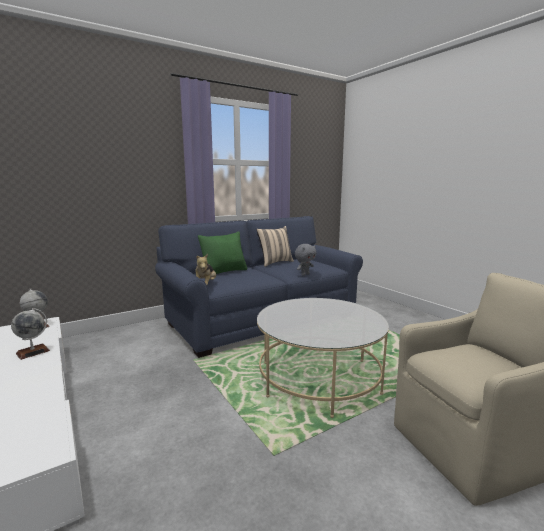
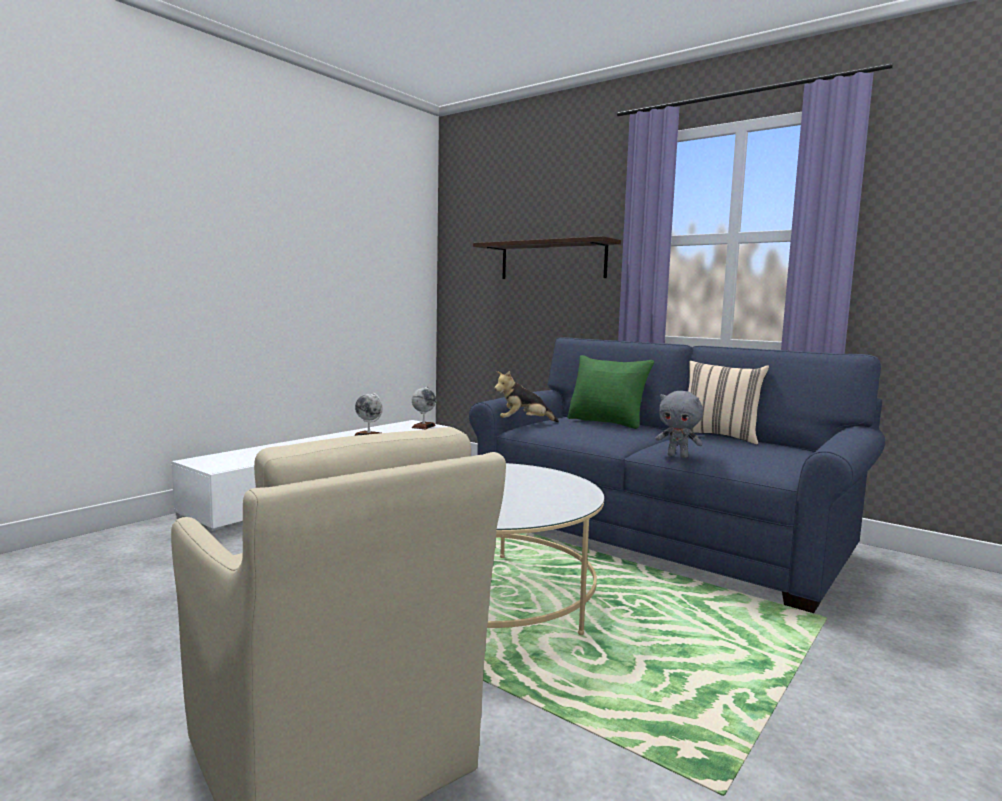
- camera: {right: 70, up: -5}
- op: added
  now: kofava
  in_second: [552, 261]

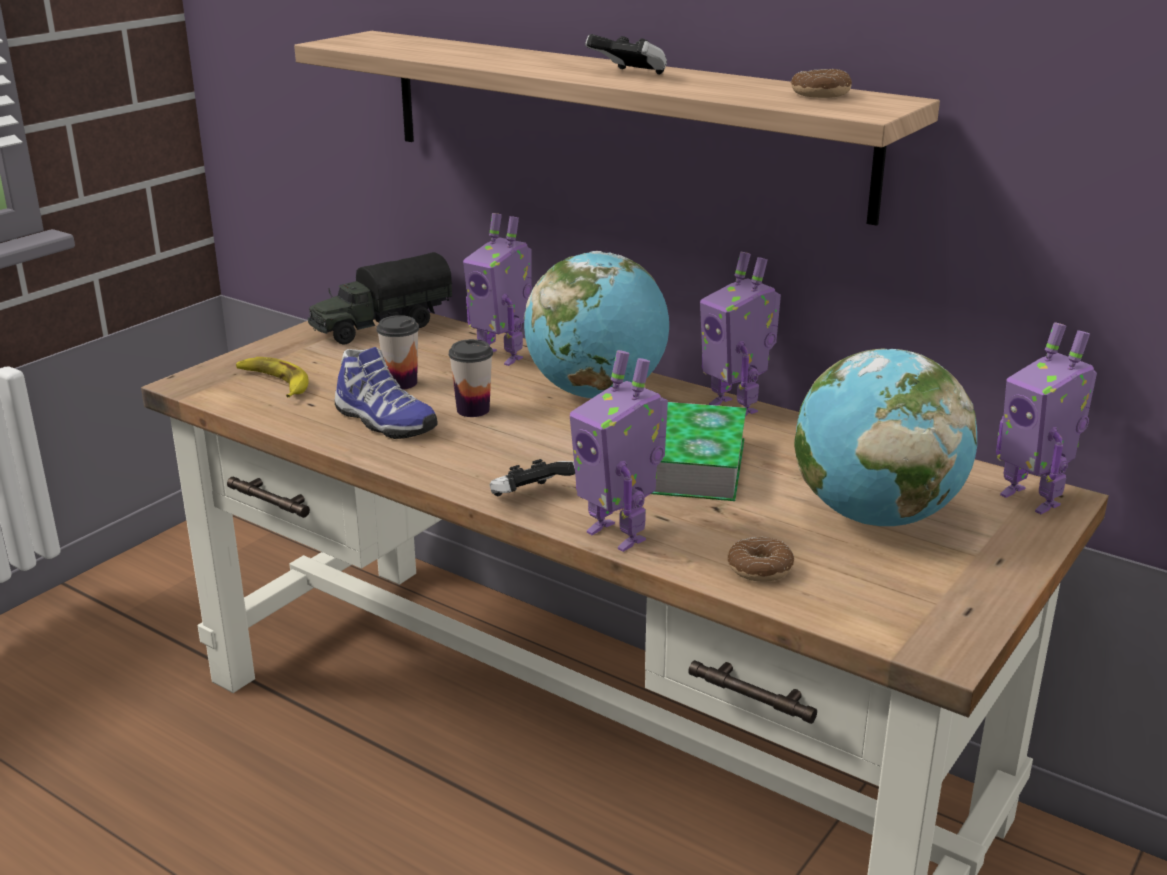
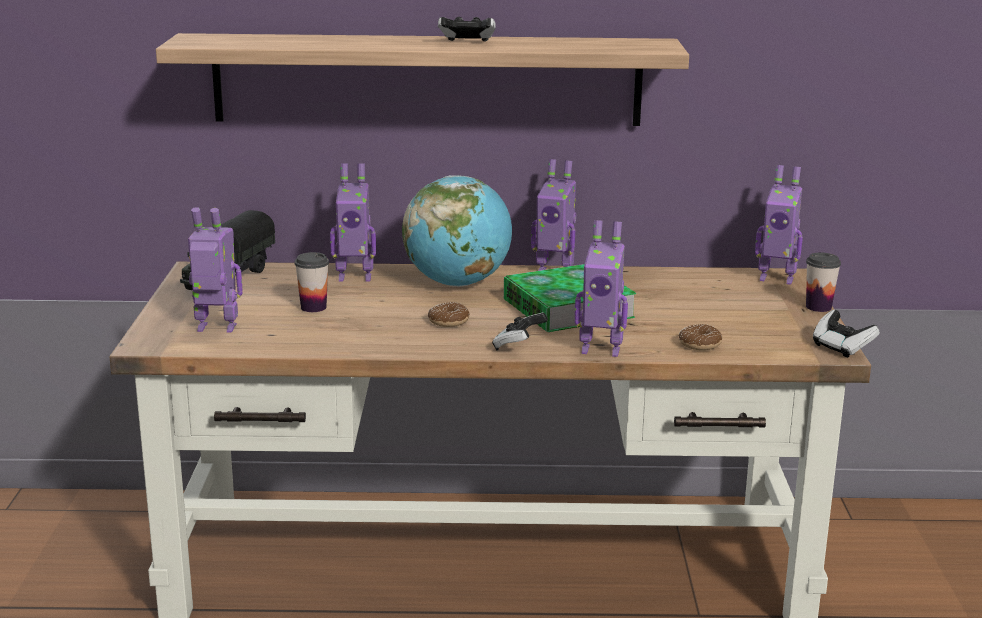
- camera: {right: -35, up: -5}
- op: replaced
  was: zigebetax
  now: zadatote
  in_first: [274, 383]
  in_second: [216, 328]
- op: removed
  was: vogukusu
  in_first: [383, 422]
- op: moved
  was: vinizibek
  in_first: [473, 410]
  in_second: [818, 307]
- op: moved
  was: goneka
  in_first: [820, 94]
  in_second: [448, 321]
- op: removed
  was: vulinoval
  in_first: [875, 516]
- op: added
  now: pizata
  in_second: [841, 348]

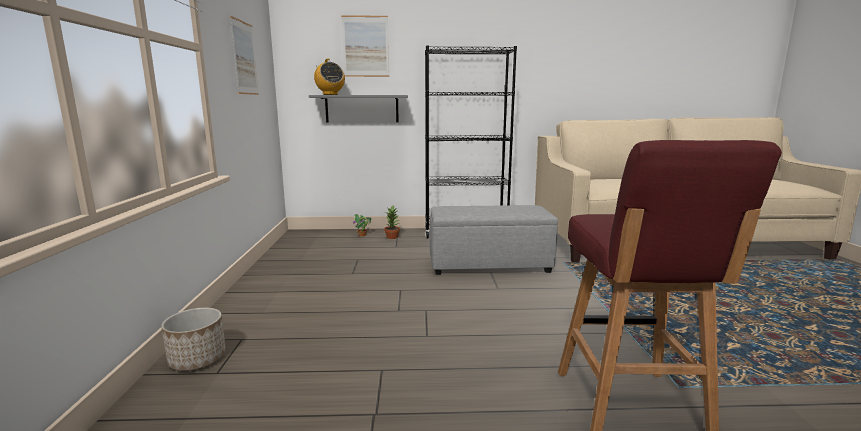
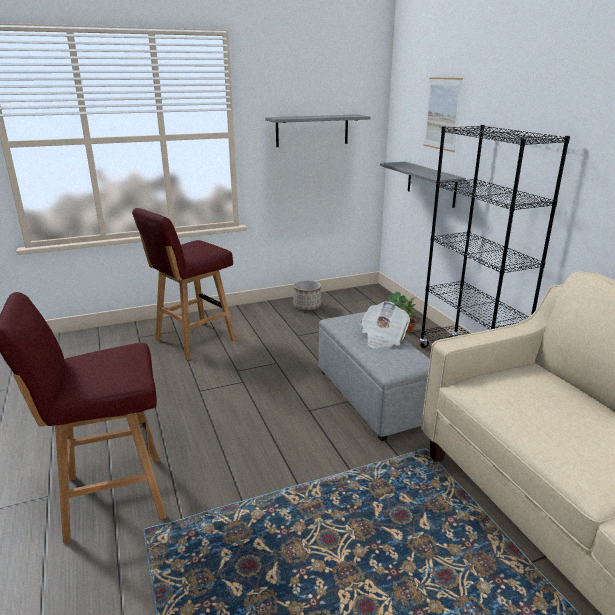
- camera: {right: 70, up: 10}
- op: moved
  was: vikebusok
  in_first: [197, 359]
  in_second: [307, 306]
- op: replaced
  was: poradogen
  now: grey kofava
  in_first: [244, 58]
  in_second: [312, 130]
- op: removed
  was: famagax
  in_first: [330, 94]
- op: added
  now: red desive
  in_second: [193, 340]
- op: added
  now: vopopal
  in_second: [383, 337]

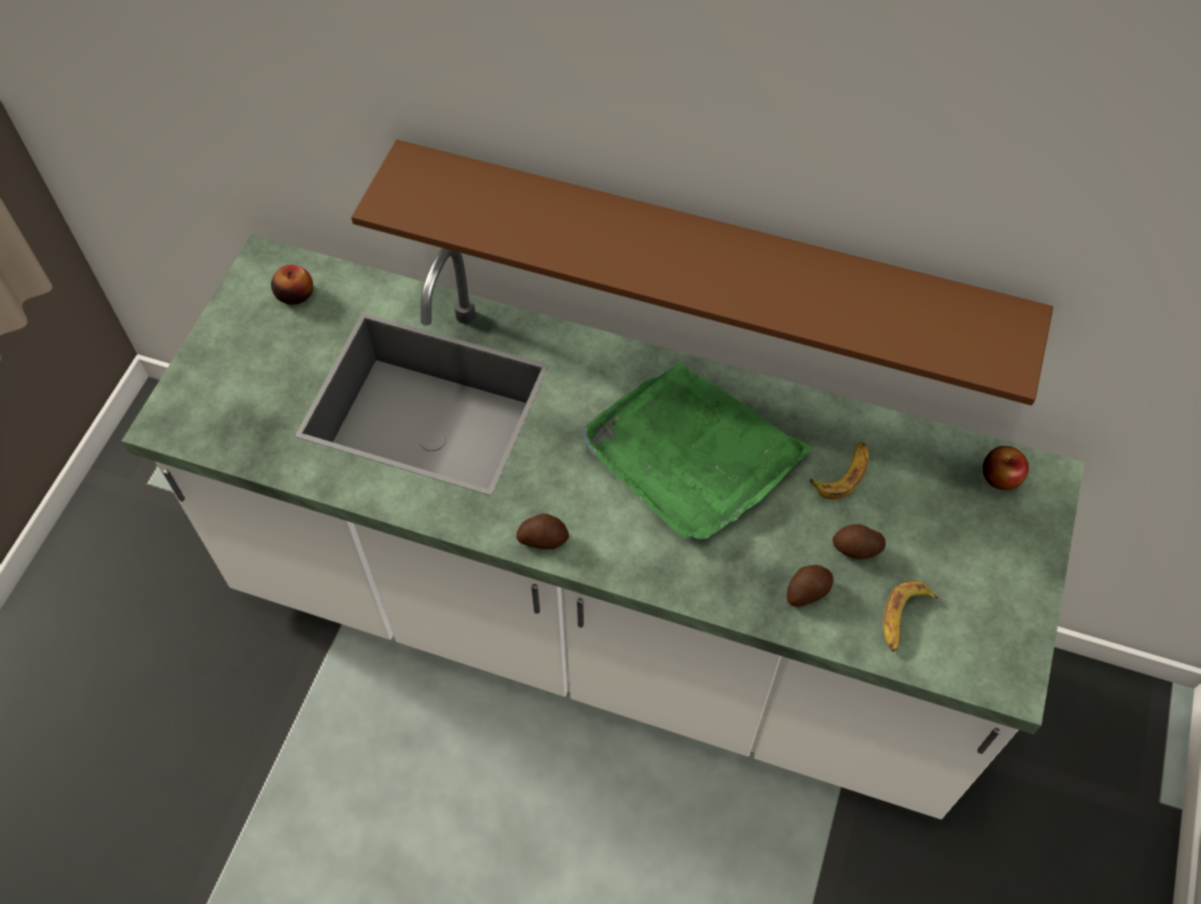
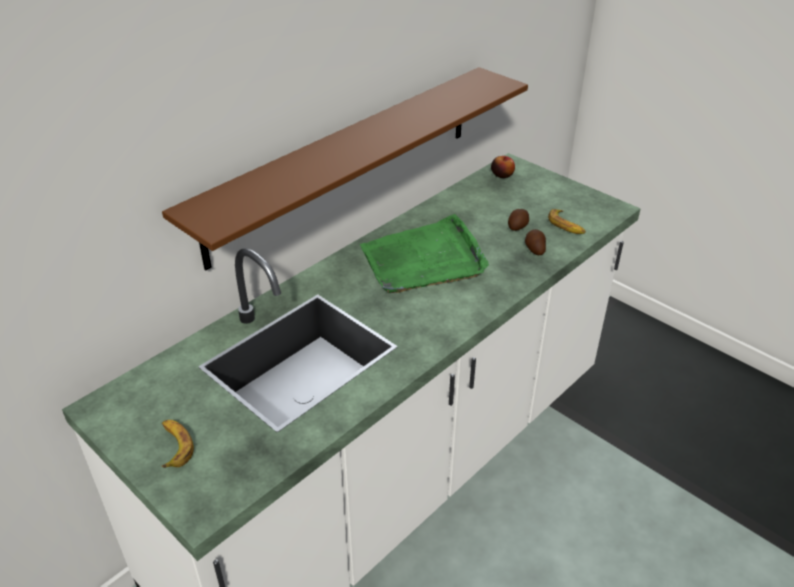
- camera: {right: -65, up: -20}
- op: removed
  was: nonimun
  in_first: [295, 294]
- op: removed
  was: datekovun
  in_first: [543, 538]
- op: moved
  was: zigebetax
  in_first: [843, 473]
  in_second: [174, 446]

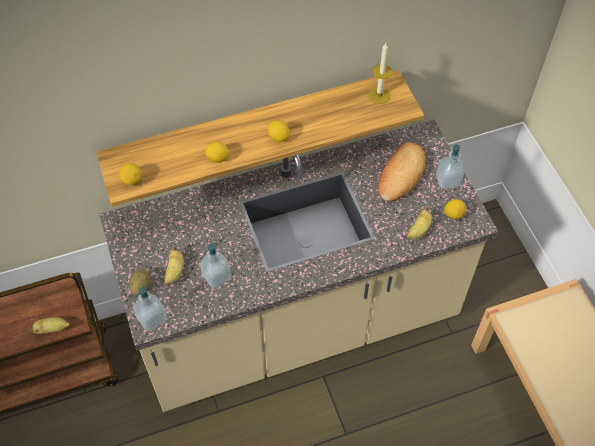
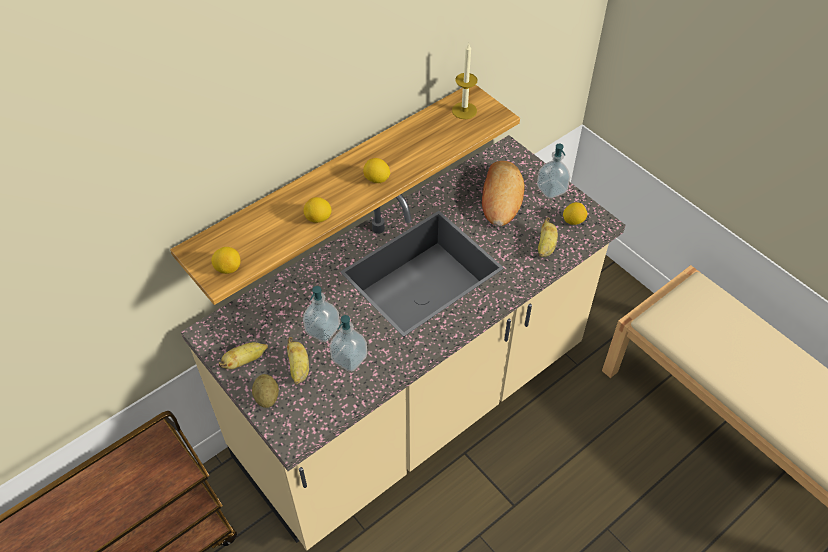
- camera: {right: -20, up: -5}
- op: moved
  was: zigebetax
  in_first: [52, 329]
  in_second: [245, 361]
- op: moved
  was: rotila
  in_first: [152, 318]
  in_second: [322, 330]

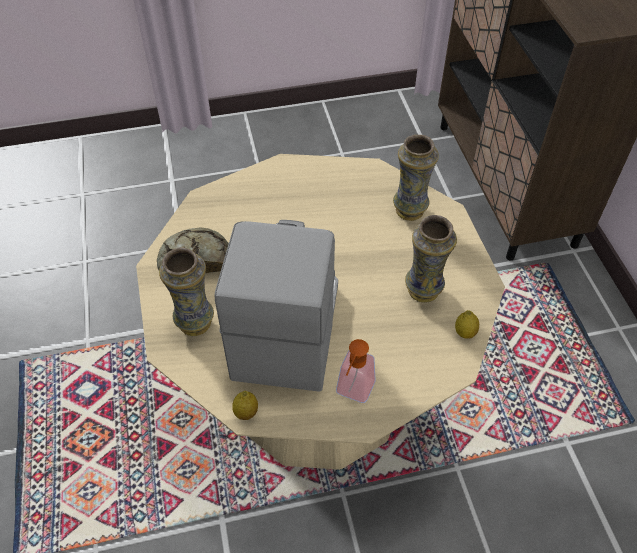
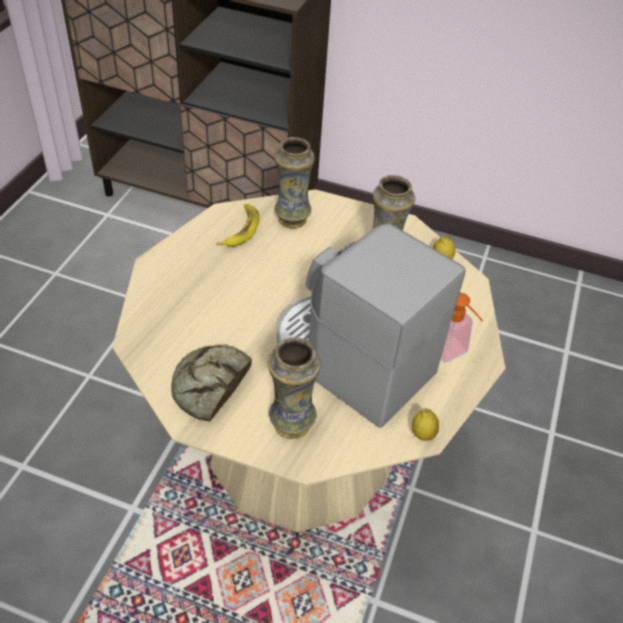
- camera: {right: -60, up: -5}
- op: added
  now: zigebetax
  in_second: [241, 229]

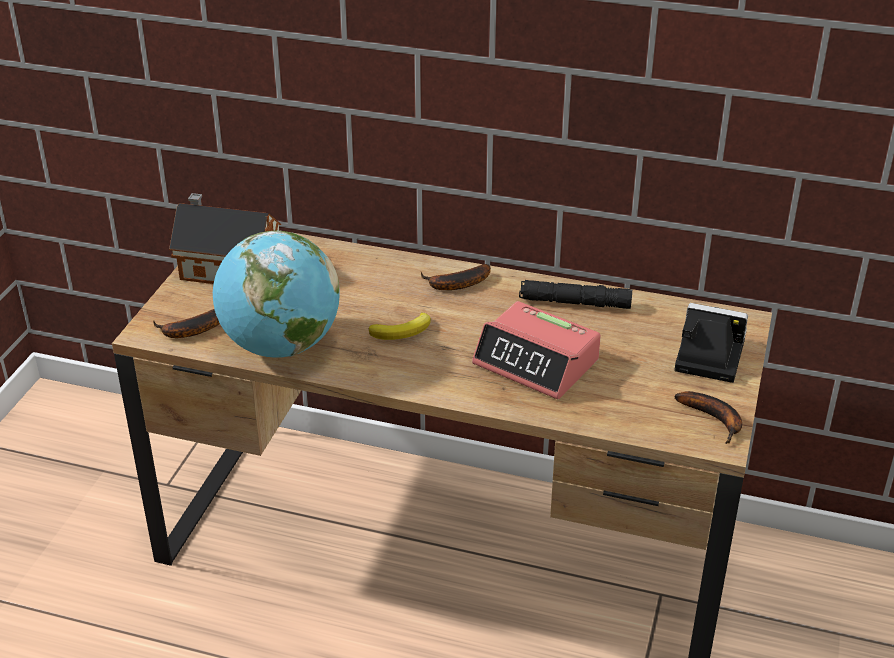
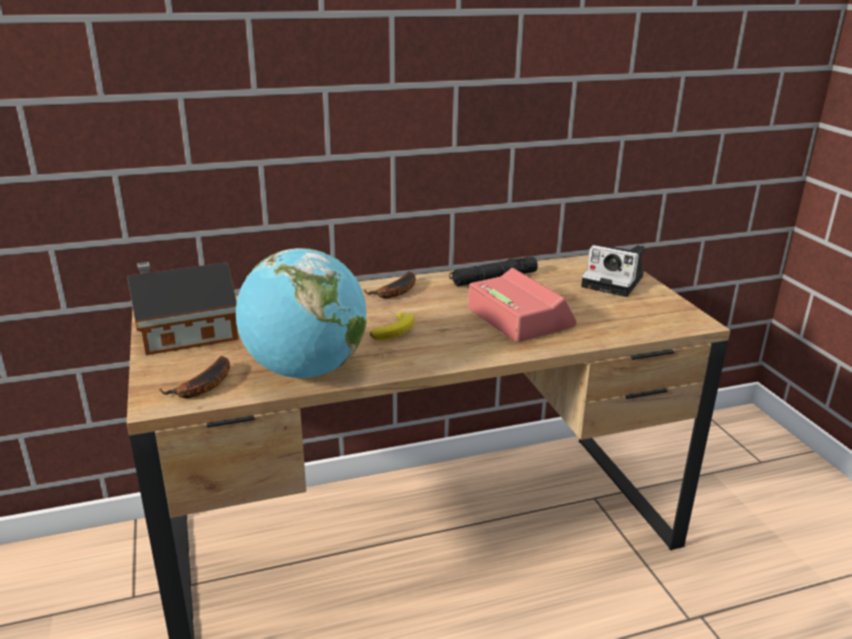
- camera: {right: -35, up: -10}
- op: turned
  was: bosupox
  in_first: [536, 362]
  in_second: [519, 318]
  clockwise: -120
- op: turned
  was: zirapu
  in_first: [706, 355]
  in_second: [615, 282]
  clockwise: -135
- op: removed
  was: zigebetax
  in_first: [715, 419]

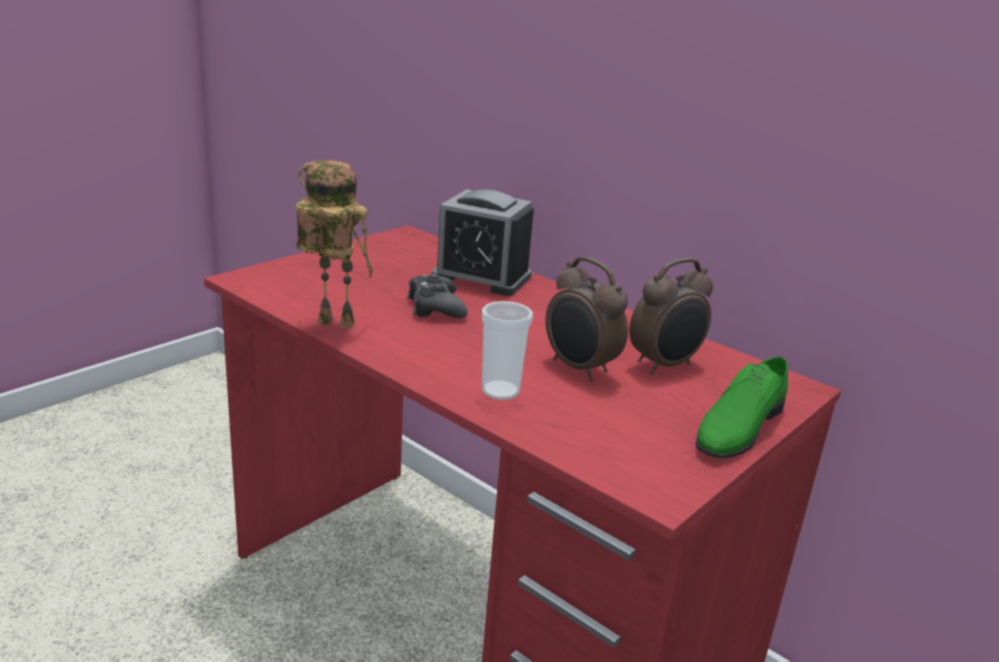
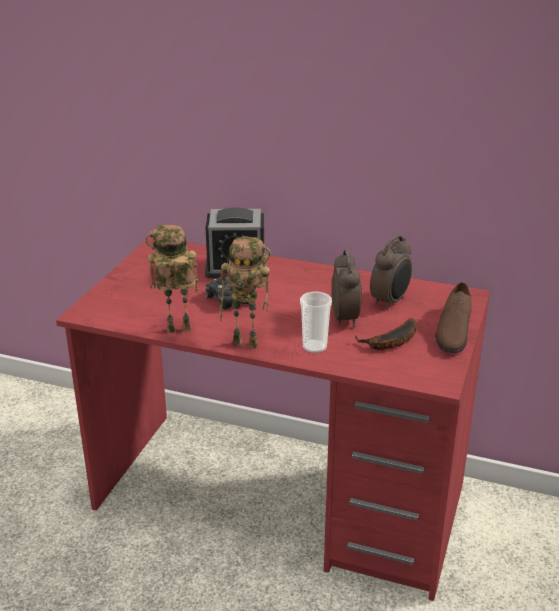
- camera: {right: -20, up: 5}
- op: turned
  was: bosupox
  in_first: [579, 369]
  in_second: [346, 318]
  clockwise: -120
- op: recoloured
  was: green vogukusu
  now: brown vogukusu
  in_first: [738, 426]
  in_second: [453, 330]
- op: added
  now: zadatote
  in_second: [247, 343]
- op: added
  now: zigebetax
  in_second: [391, 342]

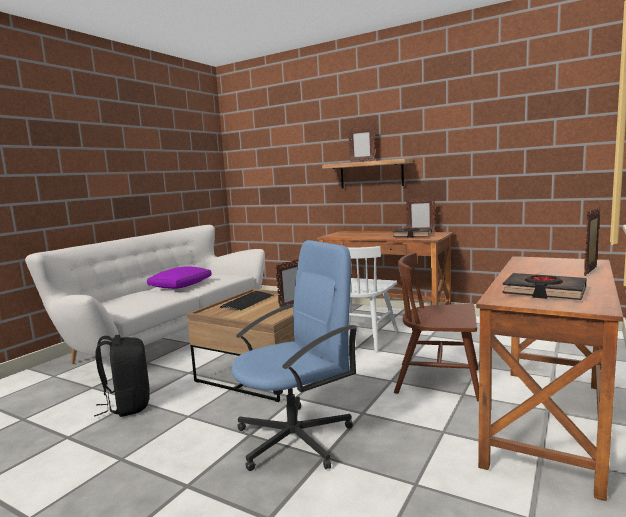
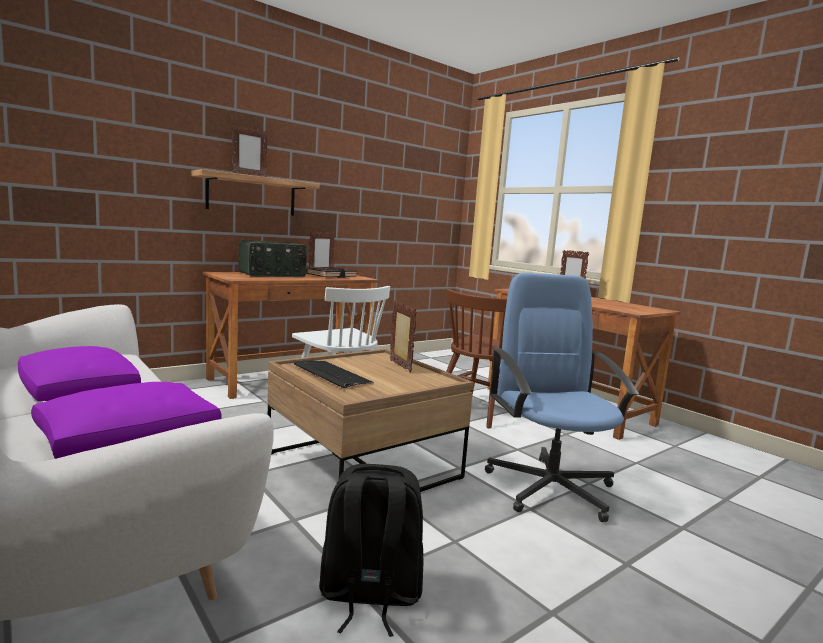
- camera: {right: -70, up: 0}
- op: removed
  was: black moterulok
  in_first: [544, 292]
- op: added
  now: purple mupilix
  in_second: [127, 439]
- op: added
  now: famagax
  in_second: [272, 274]

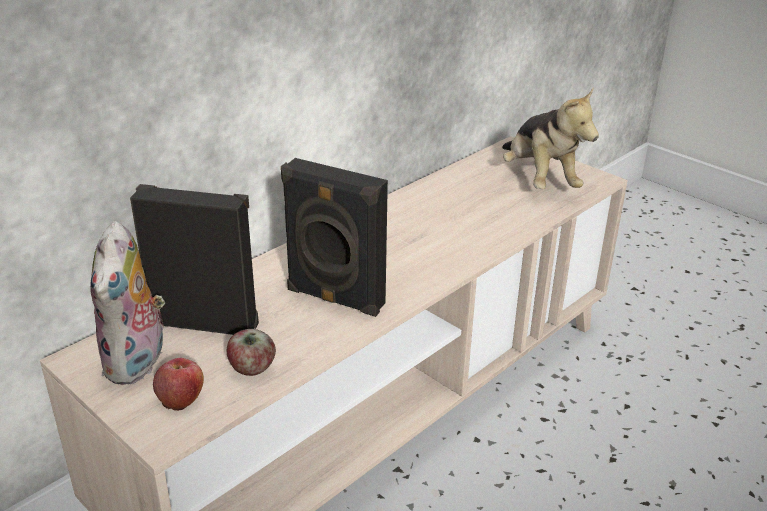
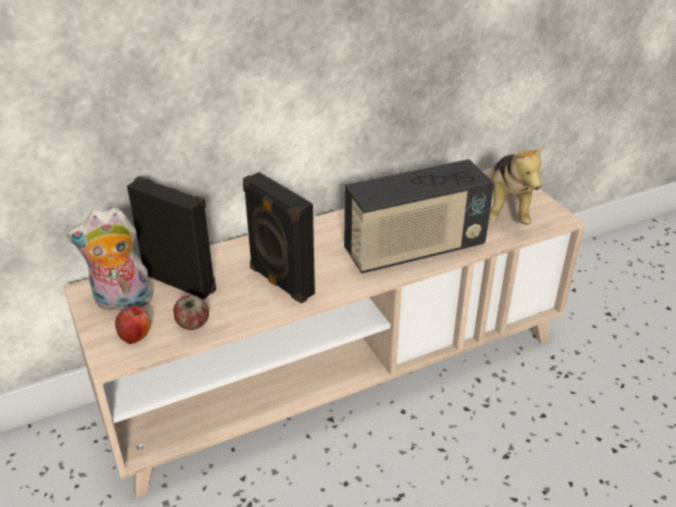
- camera: {right: 20, up: 5}
- op: turned
  was: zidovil
  in_first: [138, 363]
  in_second: [121, 302]
  clockwise: 60
- op: added
  now: famagax
  in_second: [414, 250]

